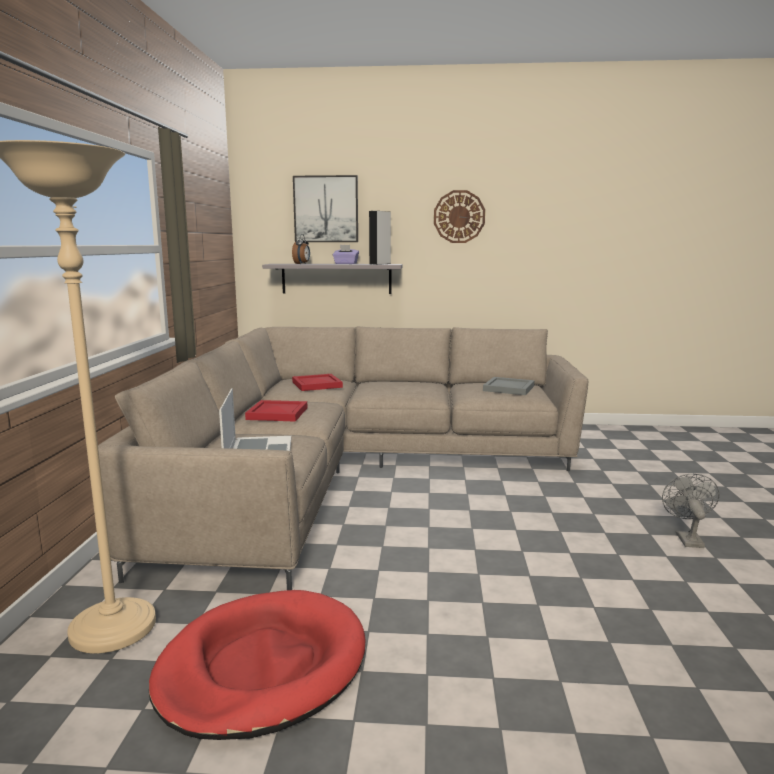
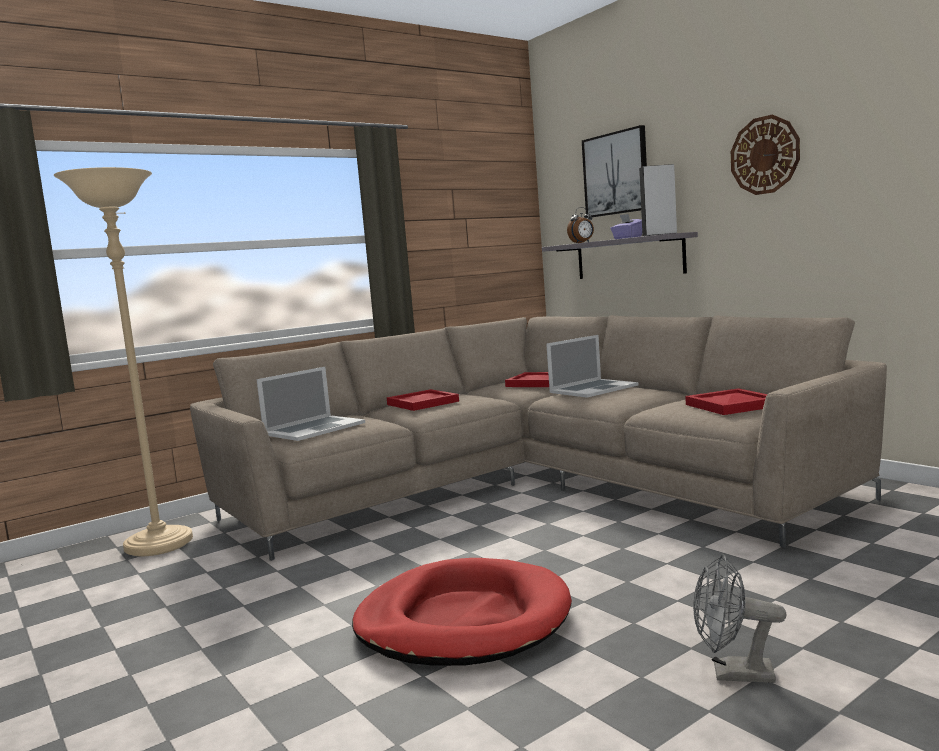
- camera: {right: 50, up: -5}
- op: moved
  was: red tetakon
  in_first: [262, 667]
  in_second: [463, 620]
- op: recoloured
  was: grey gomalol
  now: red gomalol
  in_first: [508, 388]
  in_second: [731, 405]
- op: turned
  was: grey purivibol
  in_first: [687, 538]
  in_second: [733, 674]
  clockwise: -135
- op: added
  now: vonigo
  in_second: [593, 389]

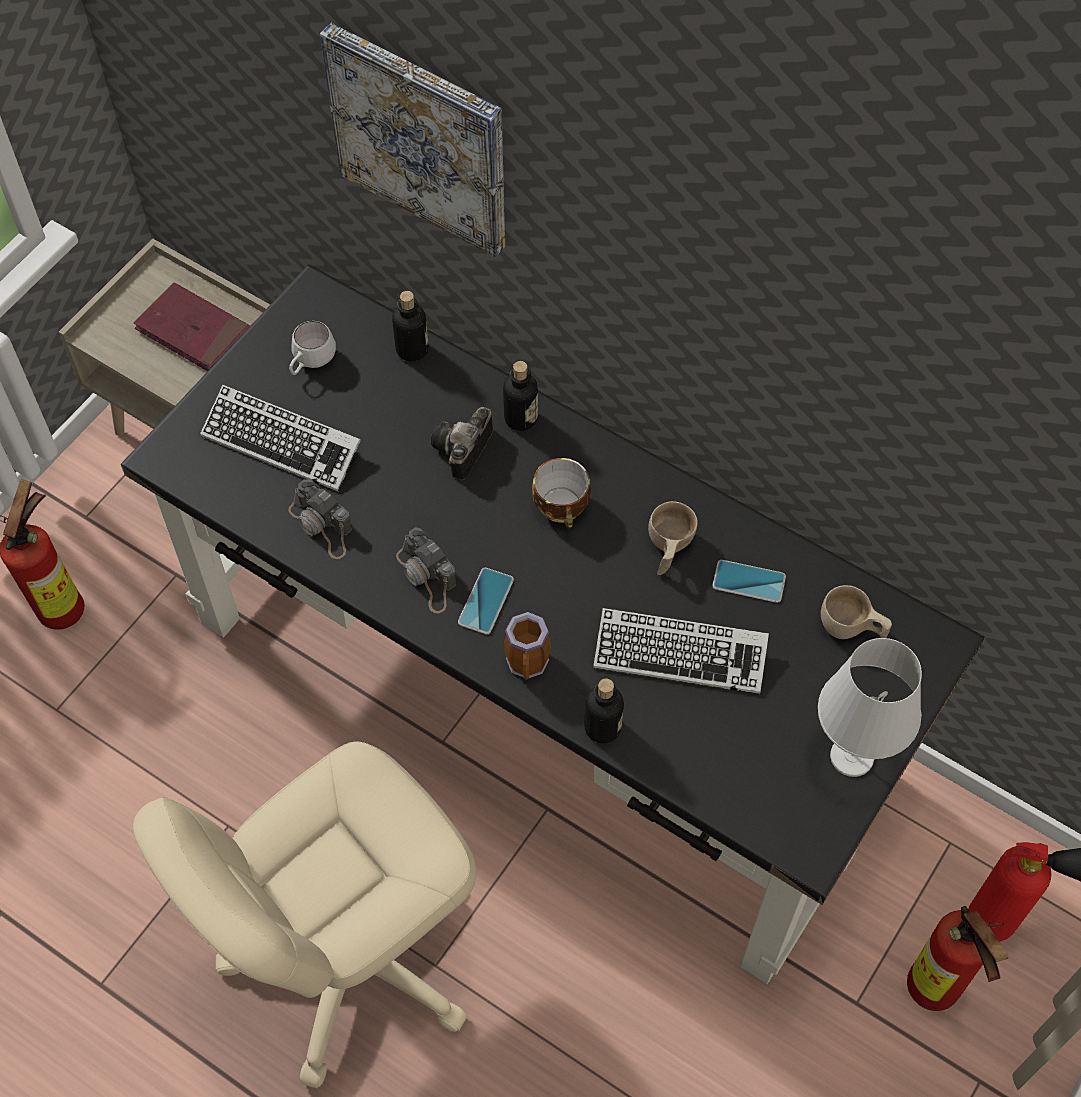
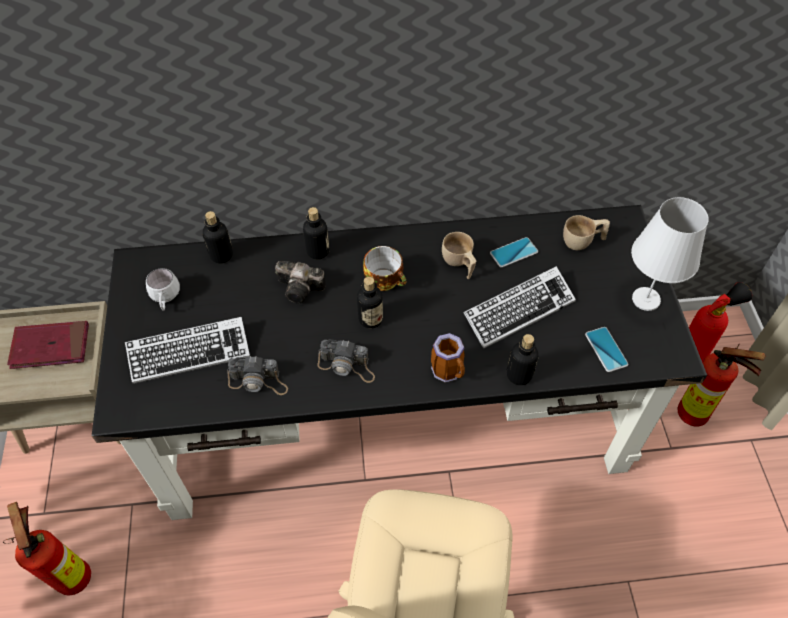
- camera: {right: -40, up: -5}
- op: removed
  was: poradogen
  in_first: [421, 138]
- op: turned
  was: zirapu
  in_first: [462, 452]
  in_second: [302, 289]
  clockwise: -60
- op: moved
  was: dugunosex
  in_first: [486, 601]
  in_second: [606, 349]
- op: added
  now: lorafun
  in_second: [370, 319]

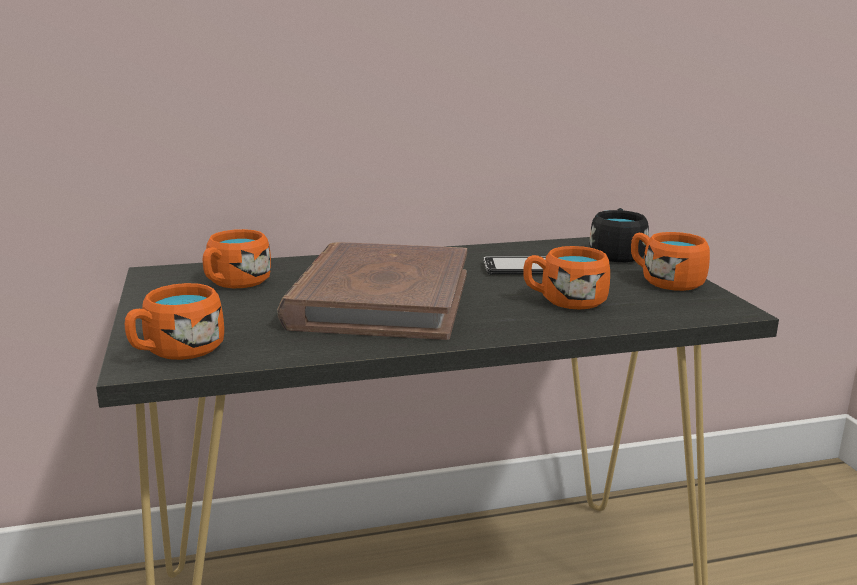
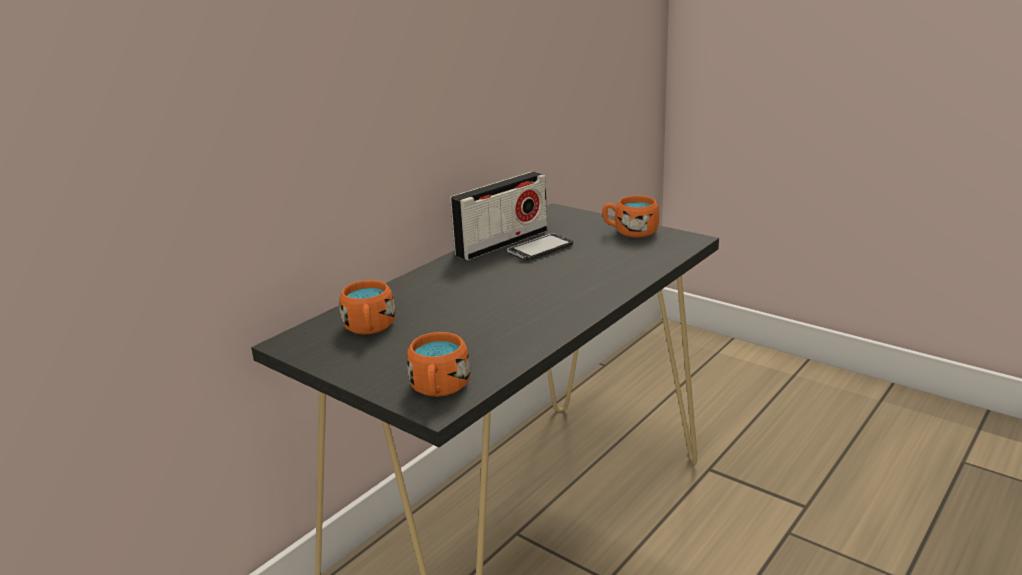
- camera: {right: -35, up: 5}
- op: removed
  was: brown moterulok
  in_first: [380, 299]
- op: removed
  was: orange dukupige
  in_first: [564, 301]
- op: removed
  was: black dukupige
  in_first: [617, 254]
- op: added
  now: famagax
  in_second: [502, 243]

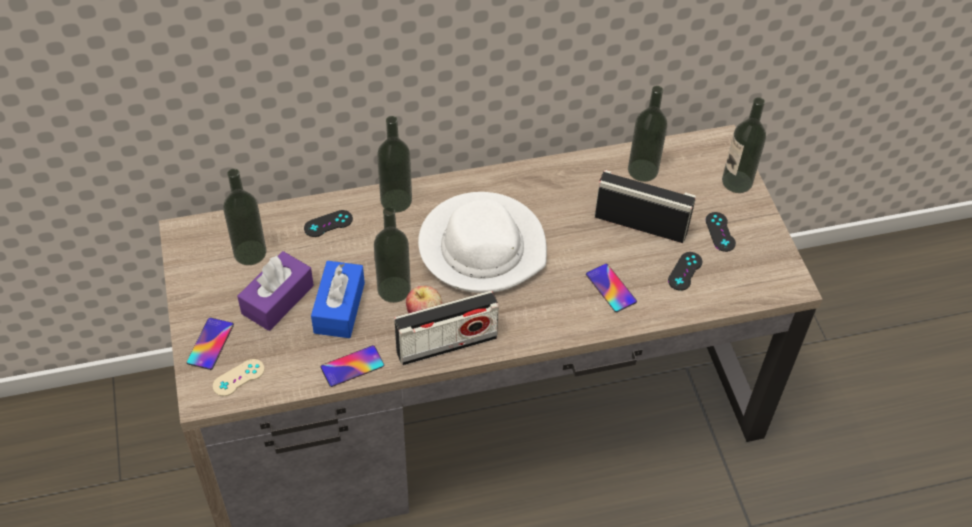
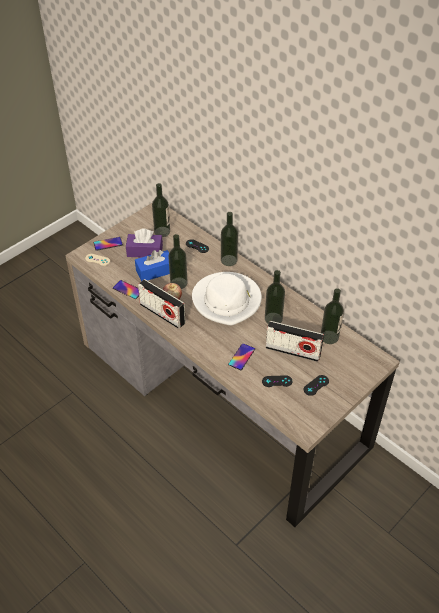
- camera: {right: 60, up: -5}
- op: turned
  was: famagax
  in_first: [640, 223]
  in_second: [293, 351]
  clockwise: 120
- op: moved
  was: lorafun
  in_first: [737, 181]
  in_second: [273, 319]

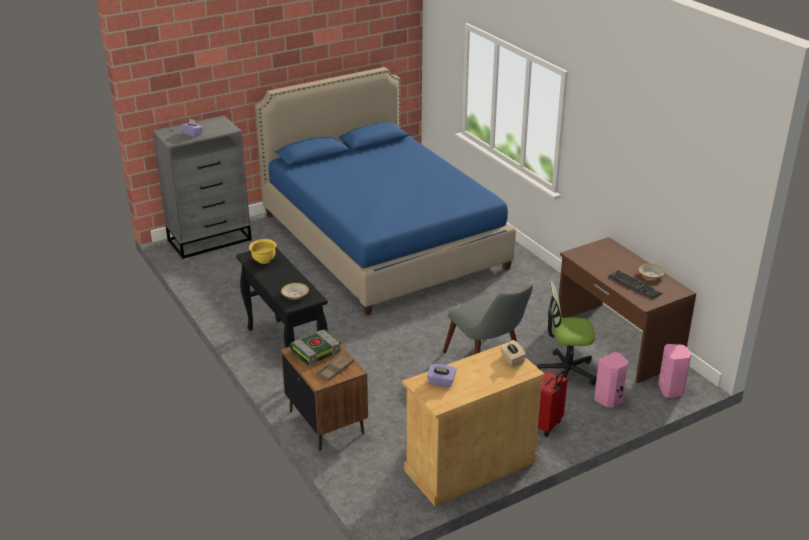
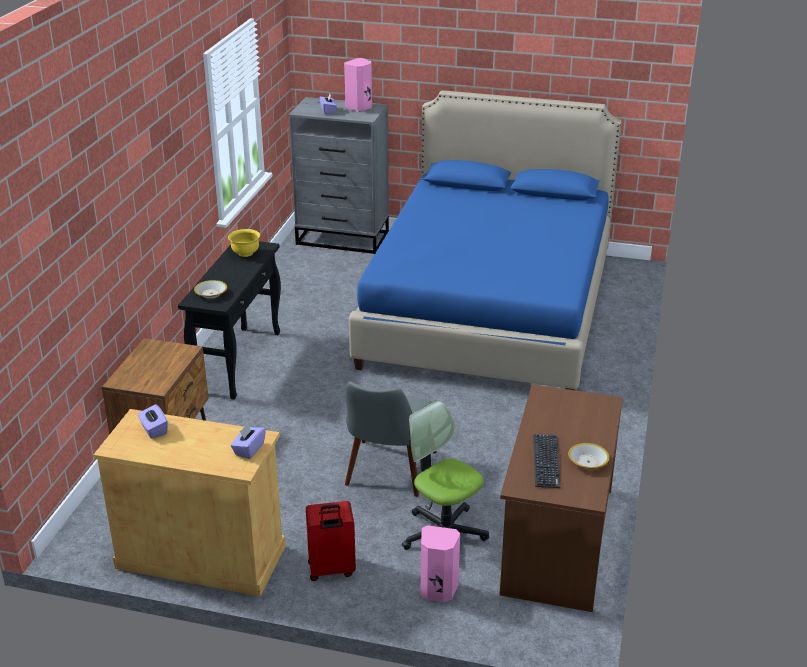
- camera: {right: 45, up: 0}
- op: removed
  was: moterulok
  in_first: [316, 351]
- op: removed
  was: brown gomalol
  in_first: [335, 369]
- op: recoloured
  was: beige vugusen
  now: purple vugusen
  in_first: [512, 359]
  in_second: [249, 449]
- op: moved
  was: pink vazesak
  in_first: [671, 390]
  in_second: [359, 107]

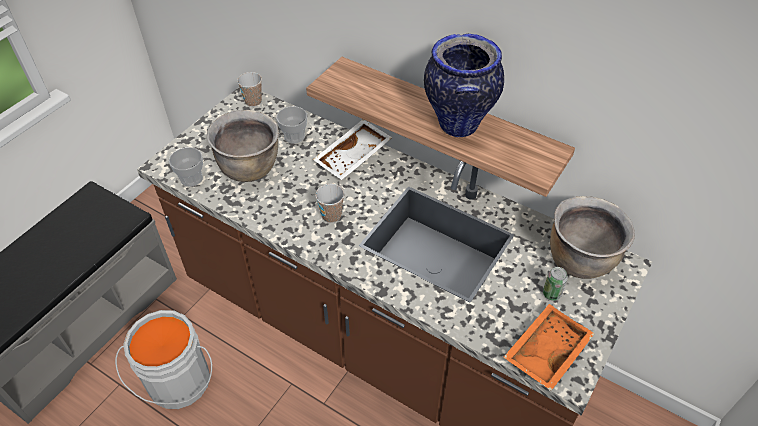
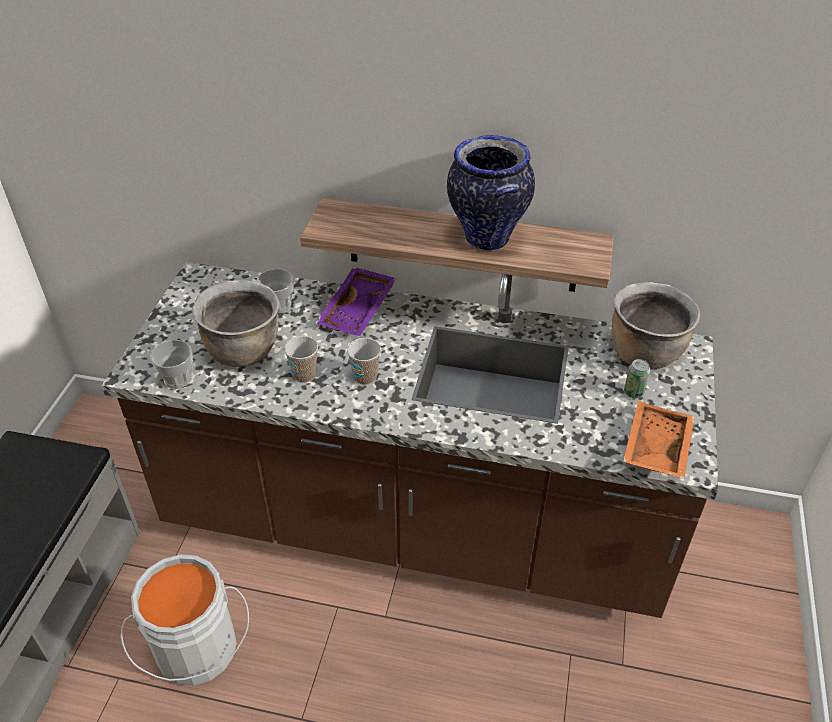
- camera: {right: -20, up: -5}
- op: moved
  was: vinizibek
  in_first: [253, 101]
  in_second: [304, 375]
- op: recoloured
  was: white gomalol
  now: purple gomalol
  in_first: [354, 157]
  in_second: [359, 310]

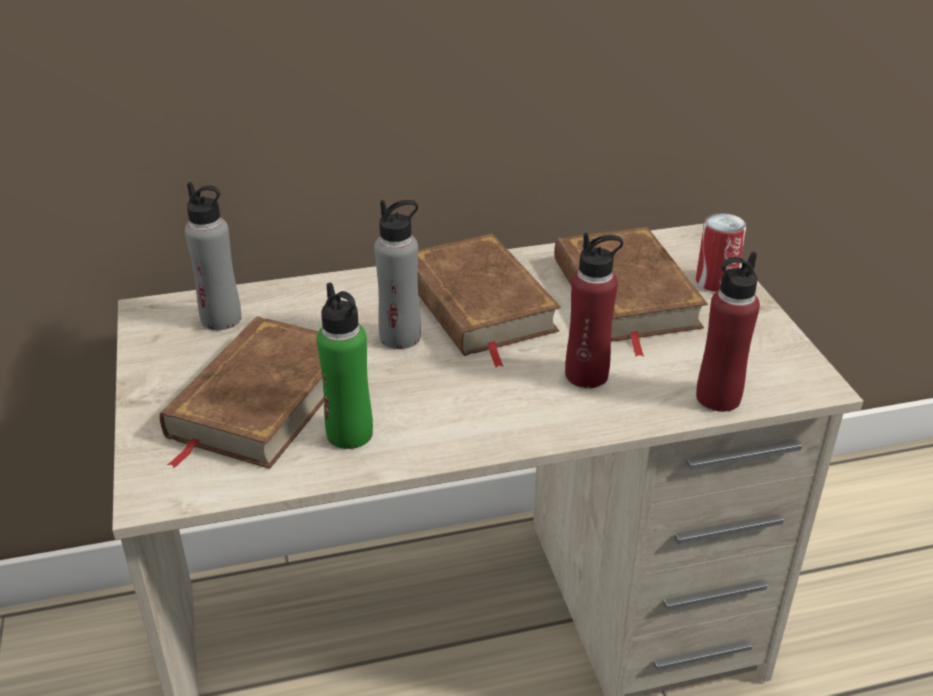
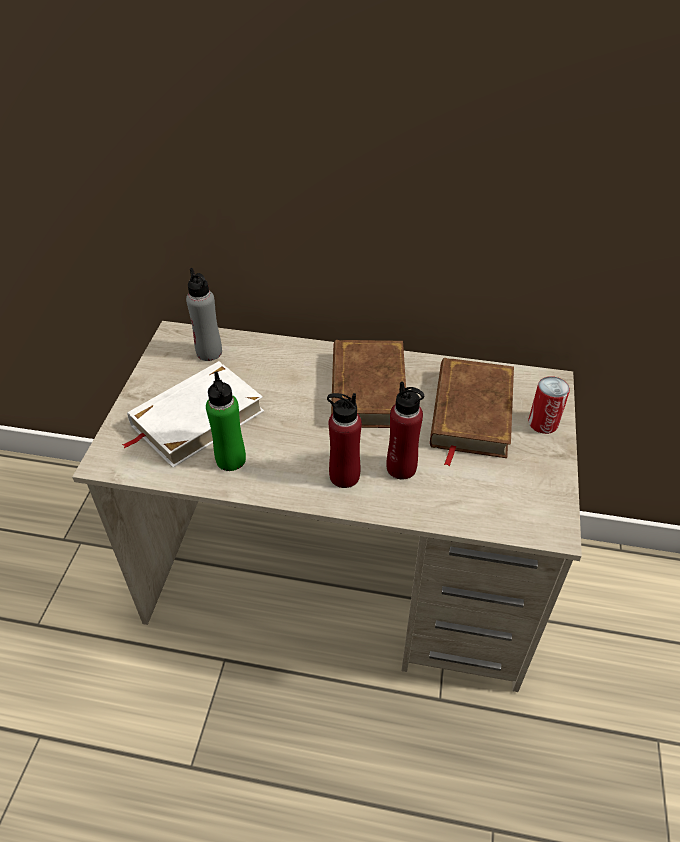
- camera: {right: 25, up: 10}
- op: recoloured
  was: brown moterulok
  now: white moterulok
  in_first: [261, 400]
  in_second: [196, 418]
- op: removed
  was: grey lorafun
  in_first: [400, 337]
- op: moved
  was: red lorafun
  in_first: [718, 397]
  in_second: [344, 476]

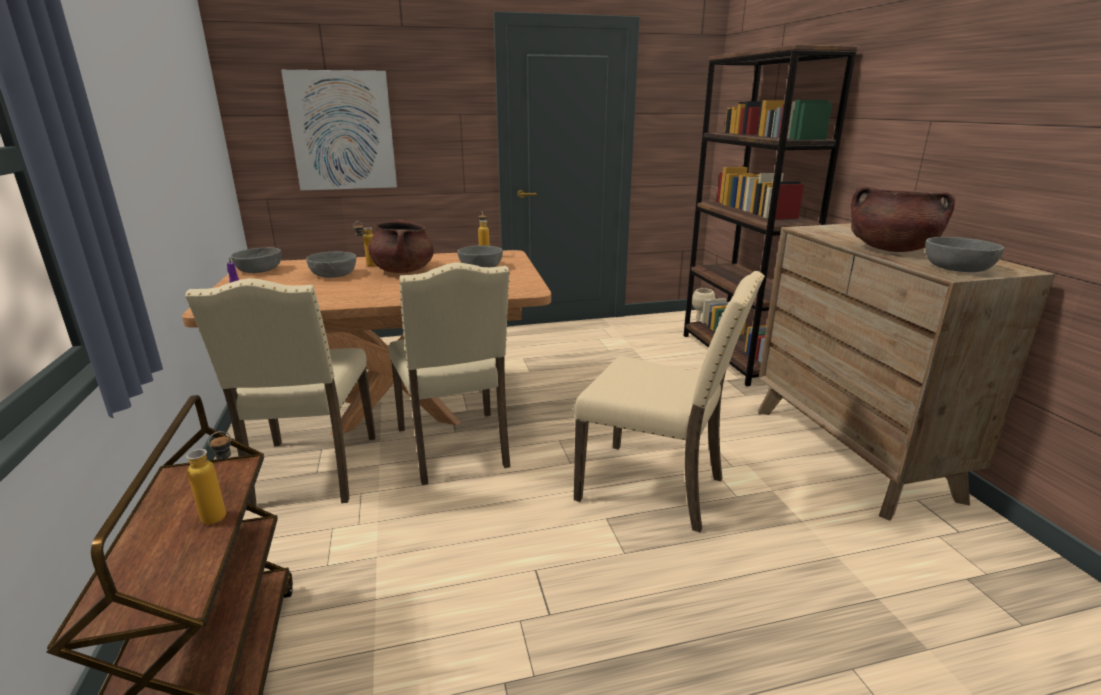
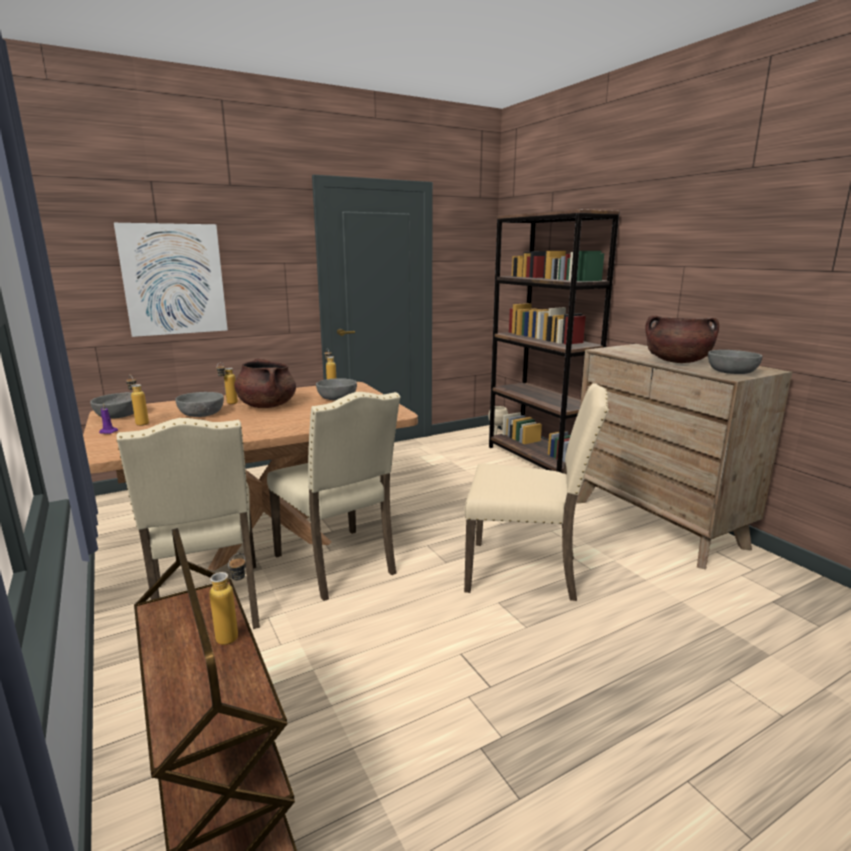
- camera: {right: -15, up: -5}
- op: added
  now: lorafun
  in_second: [140, 423]

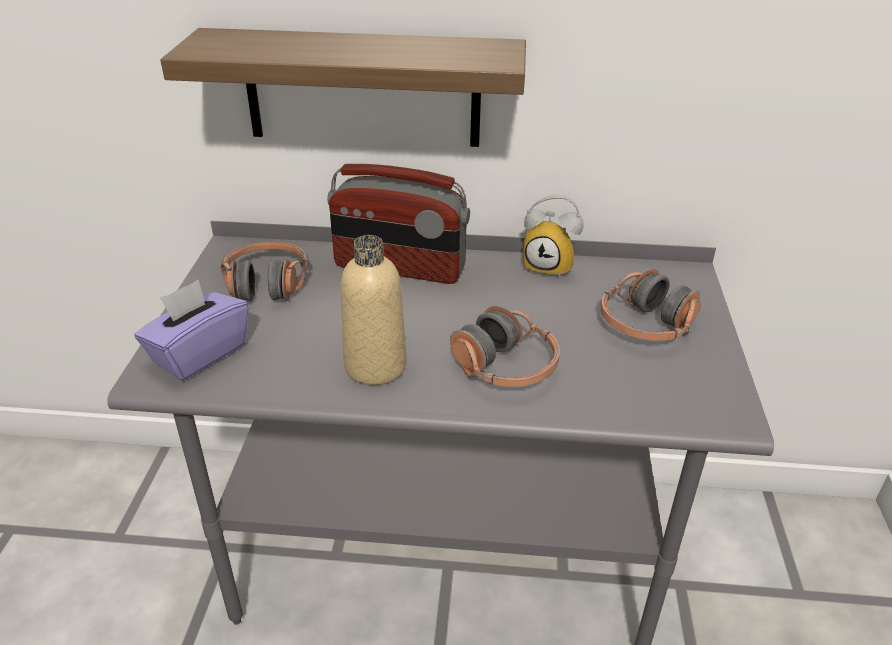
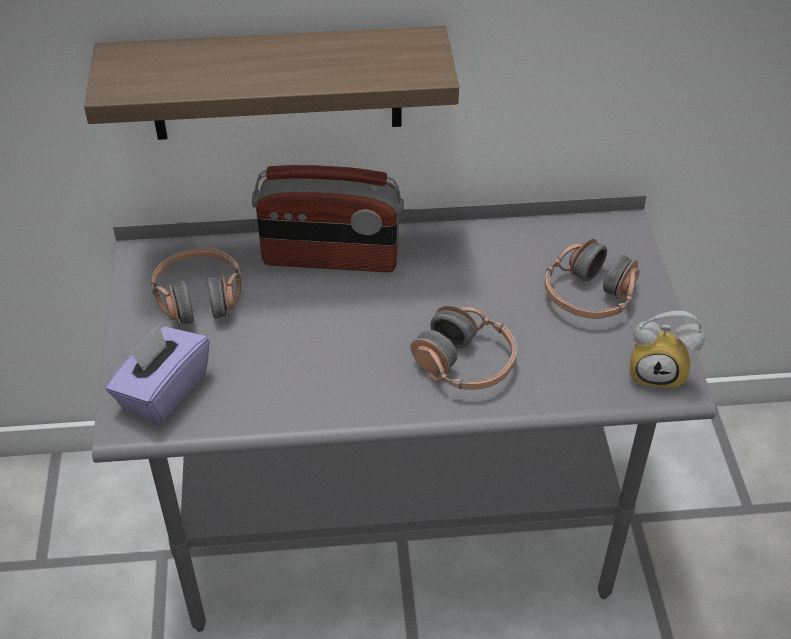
- camera: {right: -10, up: 10}
- op: removed
  was: beige lorafun
  in_first: [375, 366]
- op: moved
  was: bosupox
  in_first: [550, 267]
  in_second: [658, 372]

